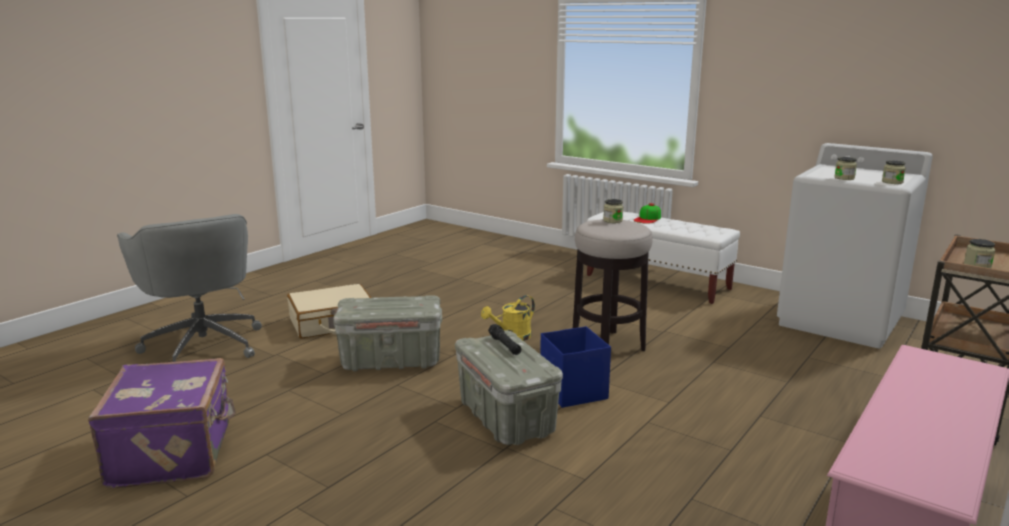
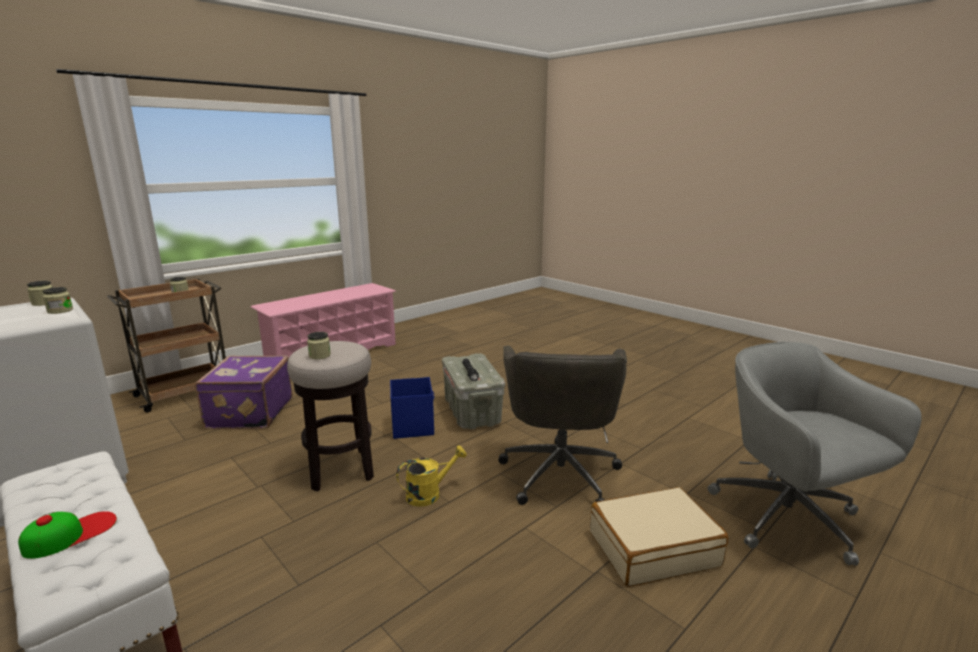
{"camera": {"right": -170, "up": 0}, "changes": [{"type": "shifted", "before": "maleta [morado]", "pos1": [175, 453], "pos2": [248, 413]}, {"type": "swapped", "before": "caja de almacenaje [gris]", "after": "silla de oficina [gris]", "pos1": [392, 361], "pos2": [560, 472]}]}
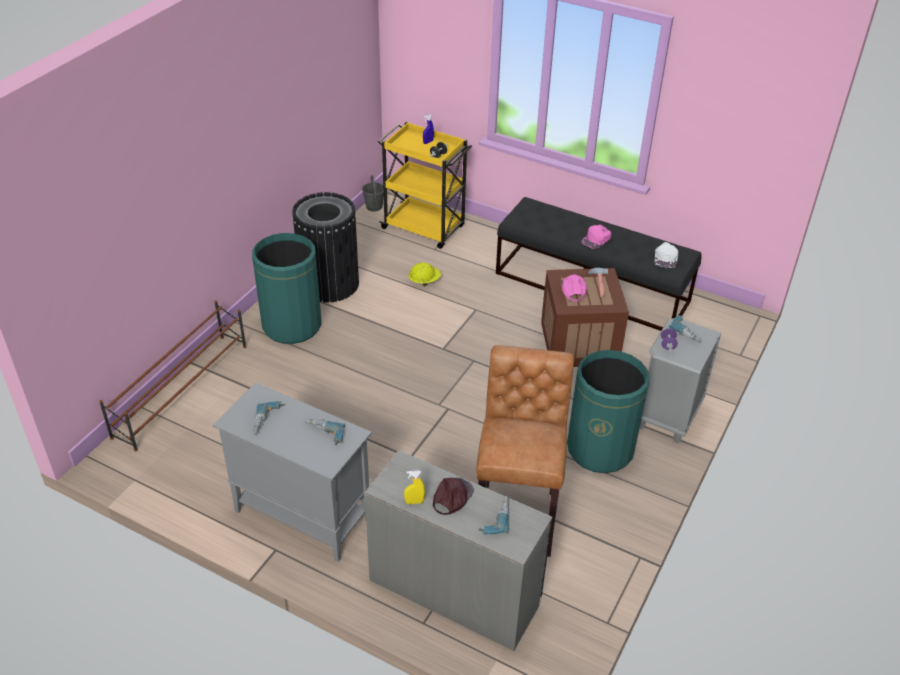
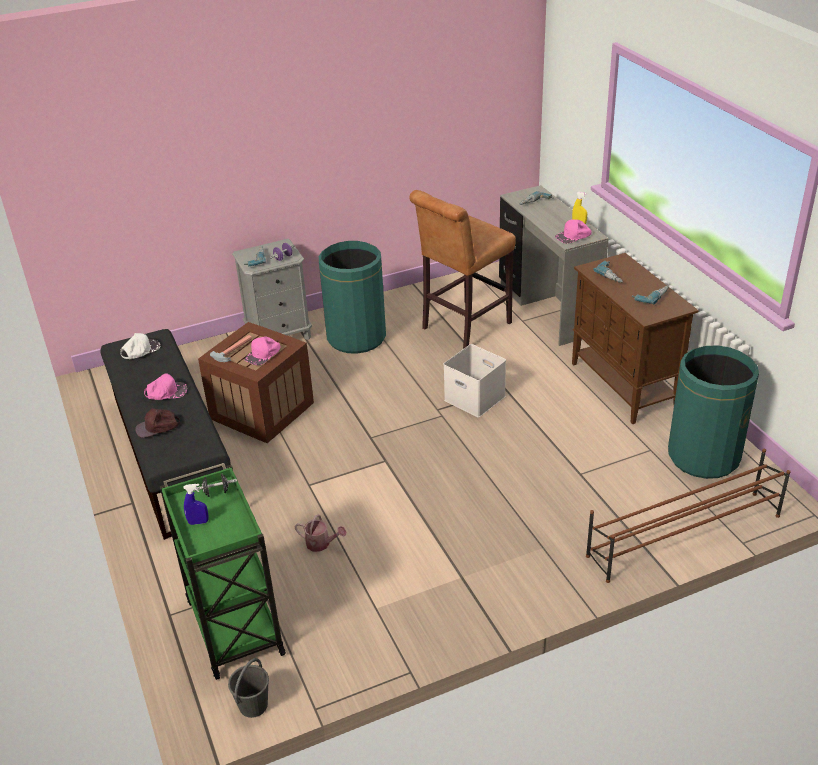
{"camera": {"right": -140, "up": -5}, "changes": [{"type": "gone", "before": "papelera [negro]", "pos1": [329, 283]}, {"type": "new", "after": "caja de almacenaje [blanco]", "pos2": [476, 398]}, {"type": "new", "after": "gorra [rosa]", "pos2": [573, 236]}, {"type": "shifted", "before": "papelera [verde]", "pos1": [292, 325], "pos2": [703, 456]}, {"type": "shifted", "before": "gorra [marrón]", "pos1": [452, 497], "pos2": [158, 427]}, {"type": "swapped", "before": "casco [amarillo]", "after": "regadera", "pos1": [424, 281], "pos2": [321, 544]}, {"type": "repainted", "before": "armario [gris]", "after": "armario [marrón]", "pos1": [301, 515], "pos2": [624, 386]}, {"type": "repainted", "before": "carrito [amarillo]", "after": "carrito [verde]", "pos1": [424, 228], "pos2": [234, 624]}]}
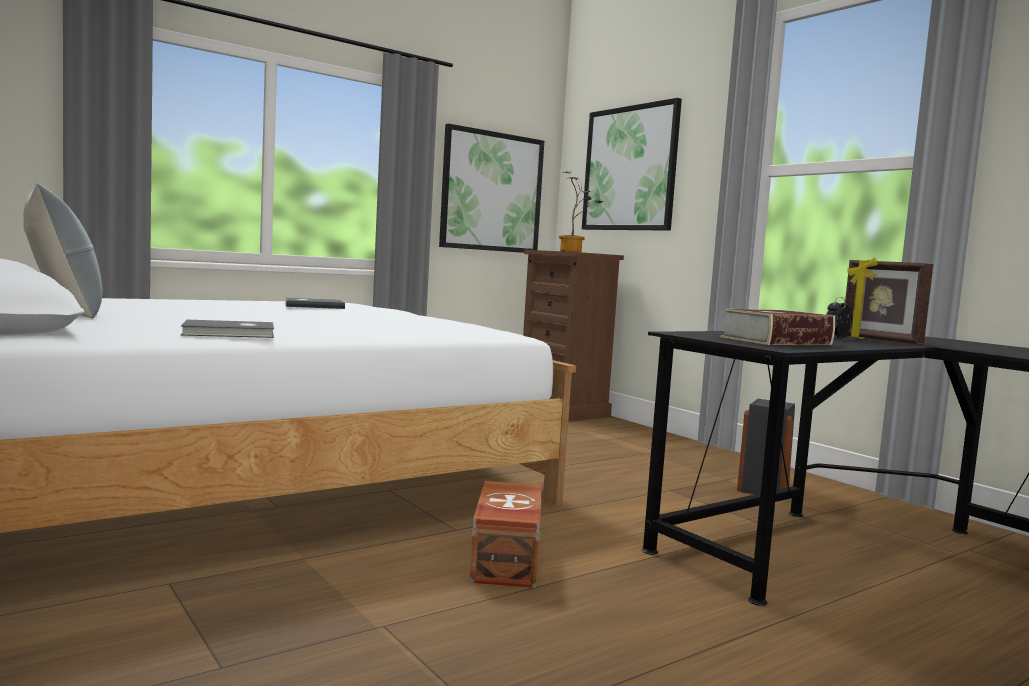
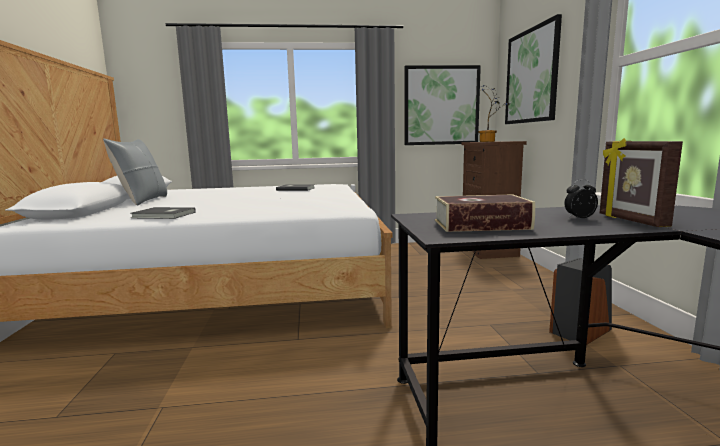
{"camera": {"right": 30, "up": 5}, "changes": [{"type": "gone", "before": "caja de almacenaje [marrón]", "pos1": [504, 560]}]}
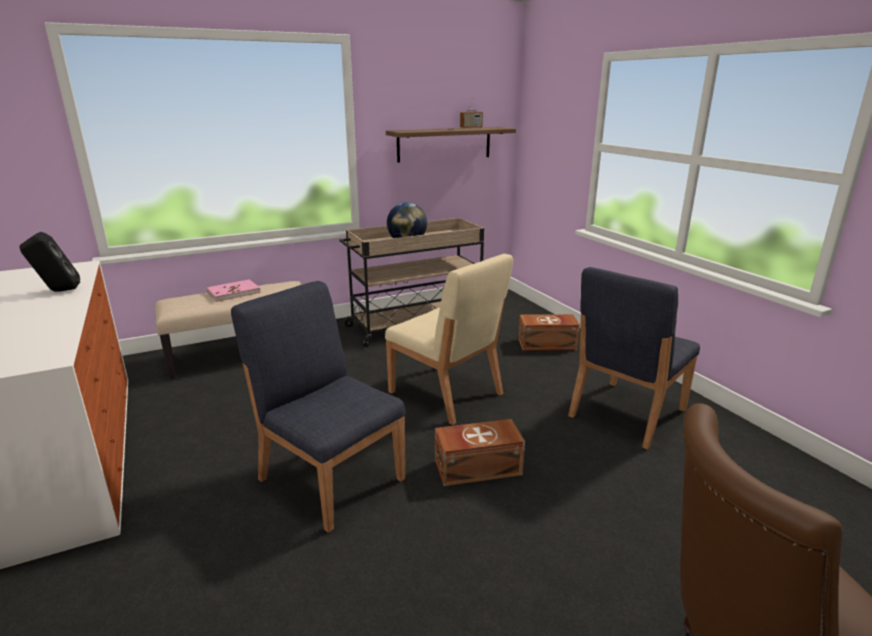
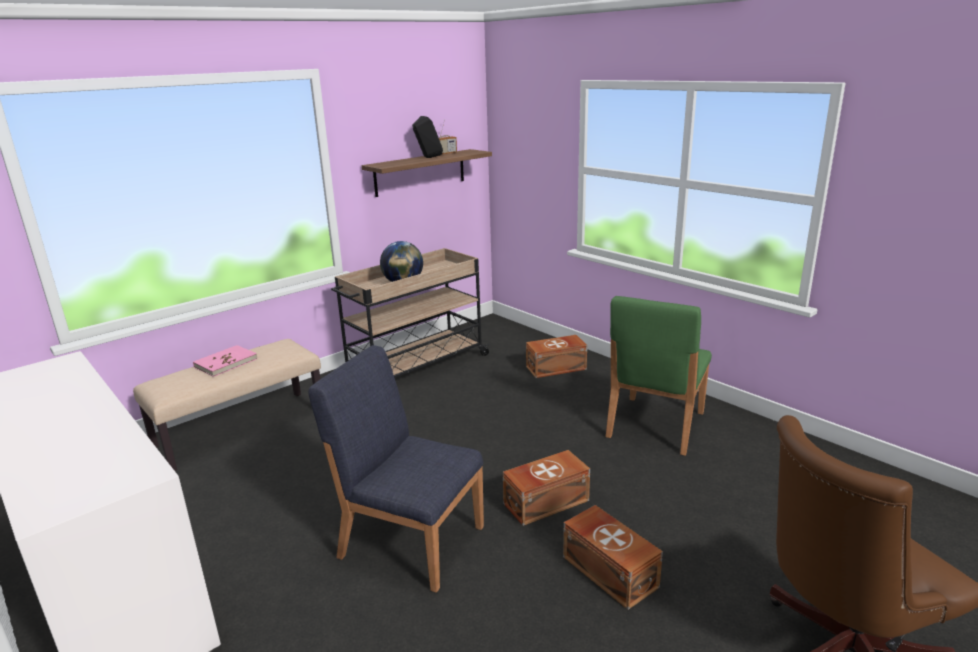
{"camera": {"right": -15, "up": 0}, "changes": [{"type": "gone", "before": "silla [beis]", "pos1": [446, 394]}, {"type": "new", "after": "caja de almacenaje [marrón]", "pos2": [609, 570]}, {"type": "shifted", "before": "altavoz [negro]", "pos1": [57, 291], "pos2": [428, 158]}, {"type": "repainted", "before": "silla [azul]", "after": "silla [verde]", "pos1": [626, 413], "pos2": [654, 425]}]}
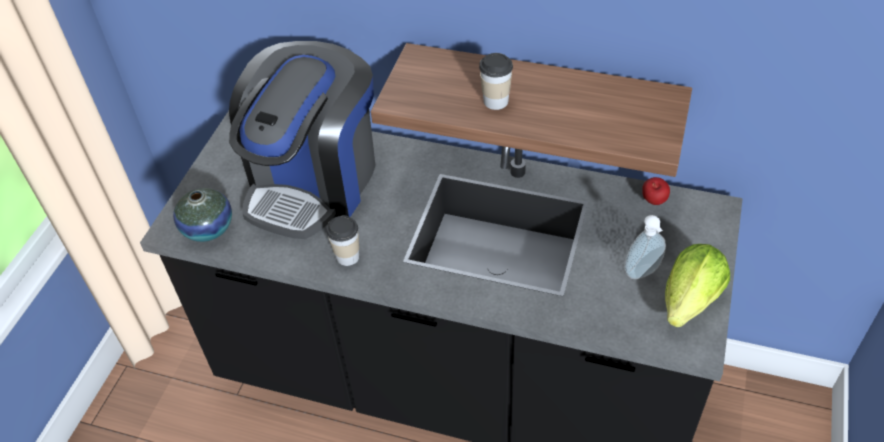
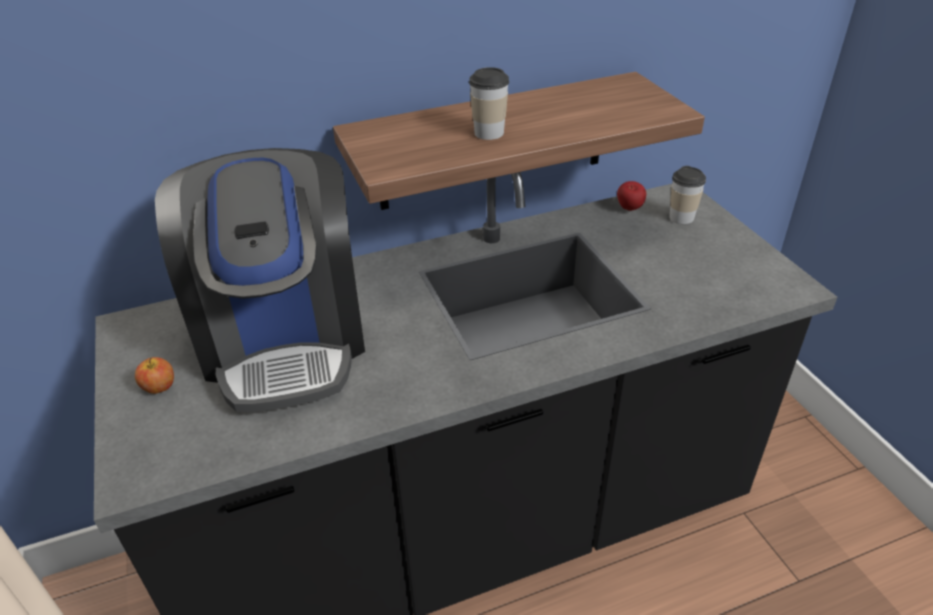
{"camera": {"right": -40, "up": -10}, "changes": [{"type": "gone", "before": "florero", "pos1": [208, 228]}, {"type": "gone", "before": "dispensador de jabón", "pos1": [642, 274]}, {"type": "gone", "before": "lechuga", "pos1": [690, 300]}, {"type": "new", "after": "manzana", "pos2": [159, 387]}, {"type": "shifted", "before": "taza", "pos1": [347, 256], "pos2": [681, 218]}]}
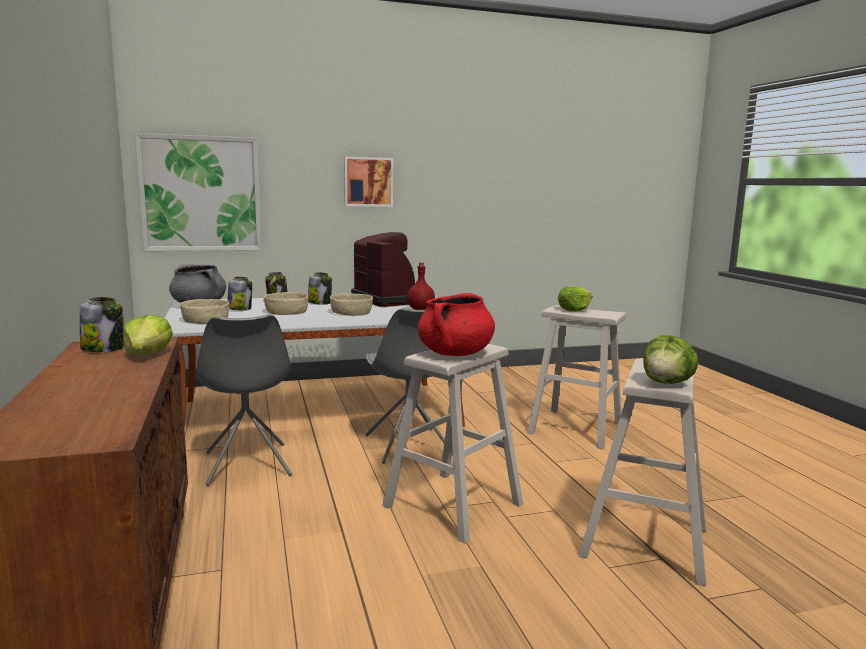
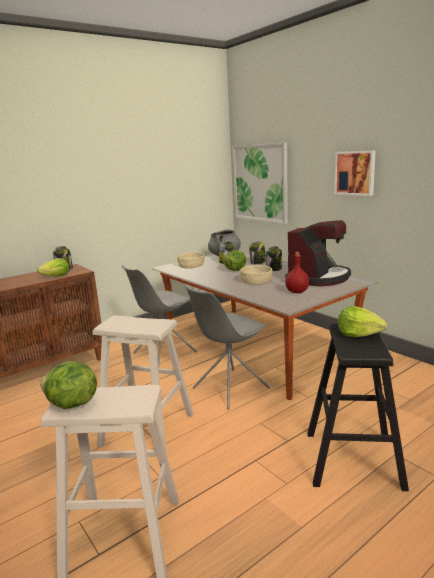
{"camera": {"right": 70, "up": 5}, "changes": [{"type": "gone", "before": "olla [rojo]", "pos1": [455, 353]}, {"type": "swapped", "before": "cuenco [beis]", "after": "lechuga", "pos1": [285, 311], "pos2": [235, 270]}, {"type": "repainted", "before": "taburete [beis]", "after": "taburete [negro]", "pos1": [576, 428], "pos2": [353, 459]}]}
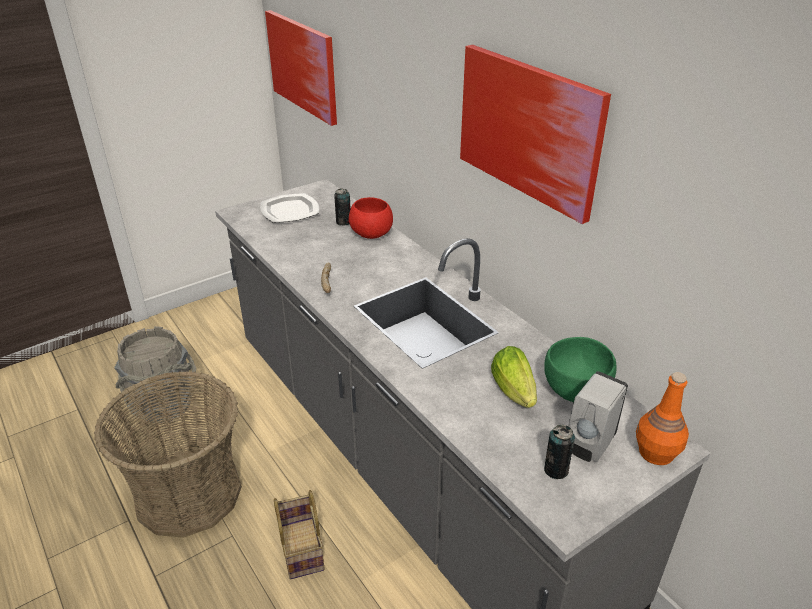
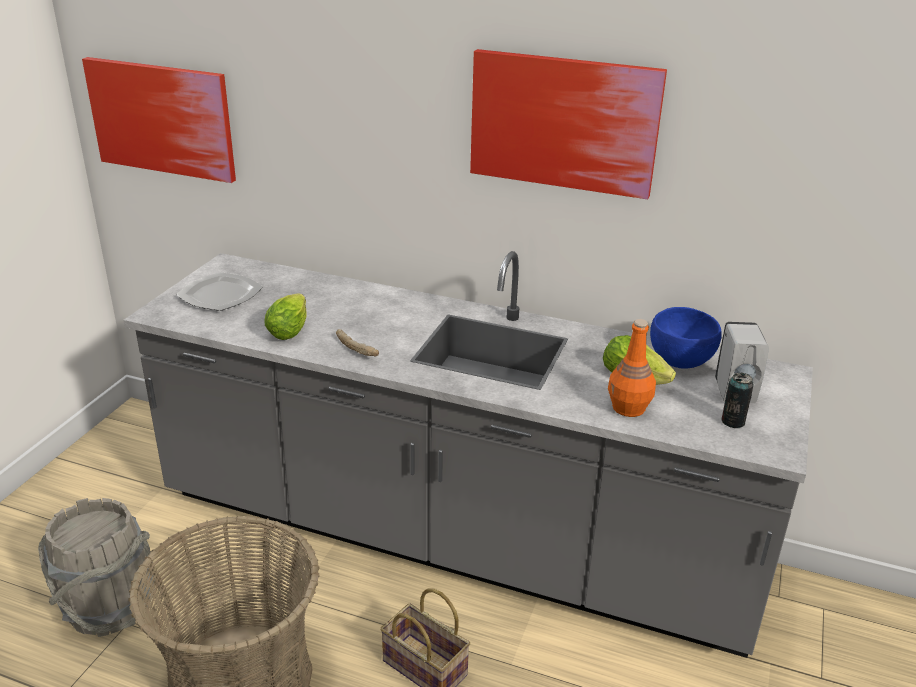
{"camera": {"right": -35, "up": -5}, "changes": [{"type": "gone", "before": "lata", "pos1": [343, 222]}, {"type": "gone", "before": "cuenco [rojo]", "pos1": [371, 235]}, {"type": "new", "after": "lechuga", "pos2": [290, 328]}, {"type": "shifted", "before": "botella [naranja]", "pos1": [656, 453], "pos2": [629, 408]}, {"type": "repainted", "before": "cuenco [verde]", "after": "cuenco [azul]", "pos1": [574, 392], "pos2": [679, 361]}]}
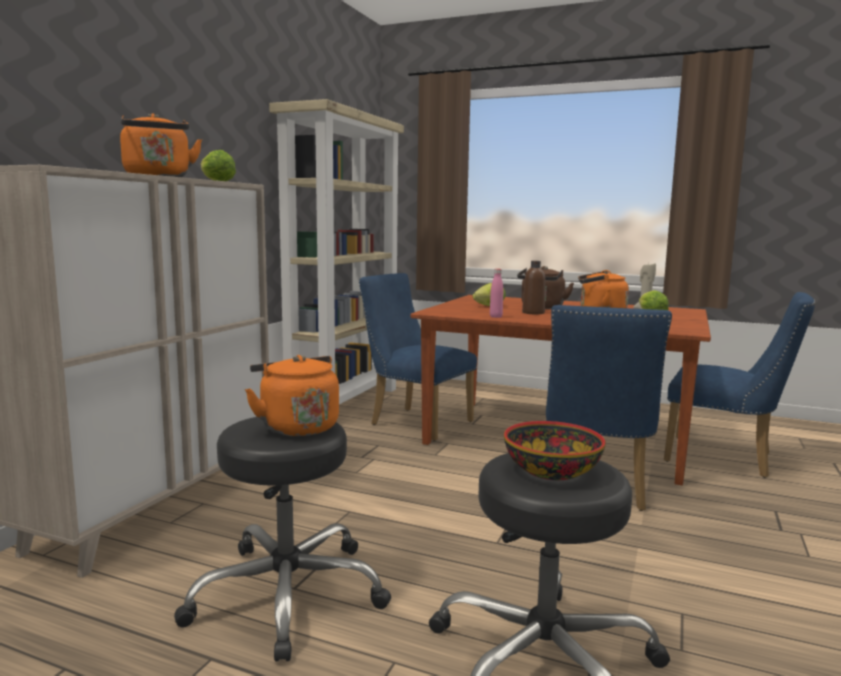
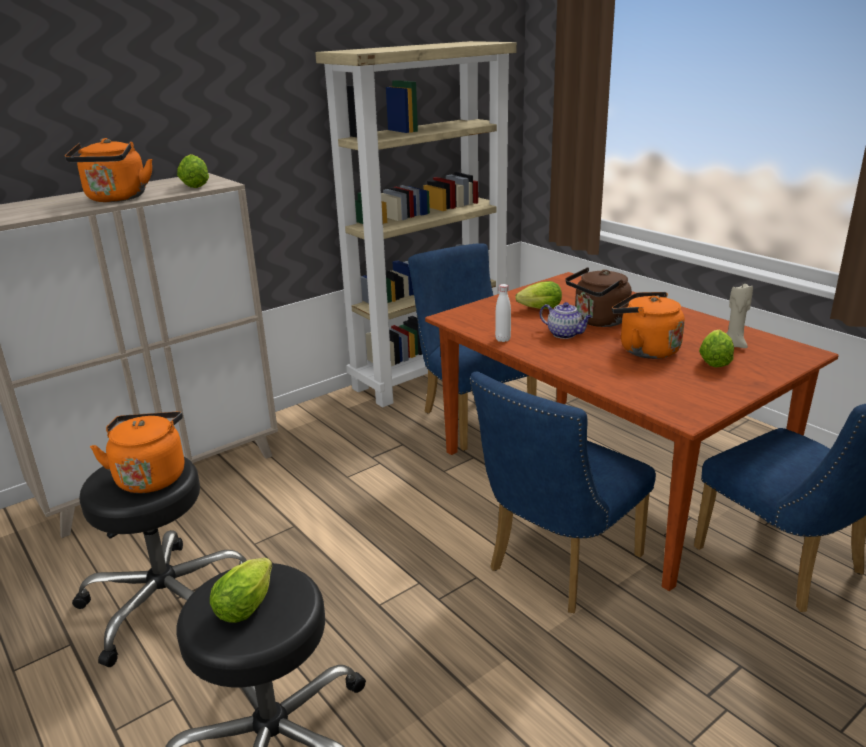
{"camera": {"right": 30, "up": 15}, "changes": [{"type": "swapped", "before": "cuenco", "after": "lechuga", "pos1": [552, 471], "pos2": [248, 604]}, {"type": "swapped", "before": "botella [marrón]", "after": "tetera", "pos1": [533, 313], "pos2": [565, 334]}, {"type": "repainted", "before": "botella [rosa]", "after": "botella [blanco]", "pos1": [496, 317], "pos2": [503, 339]}]}
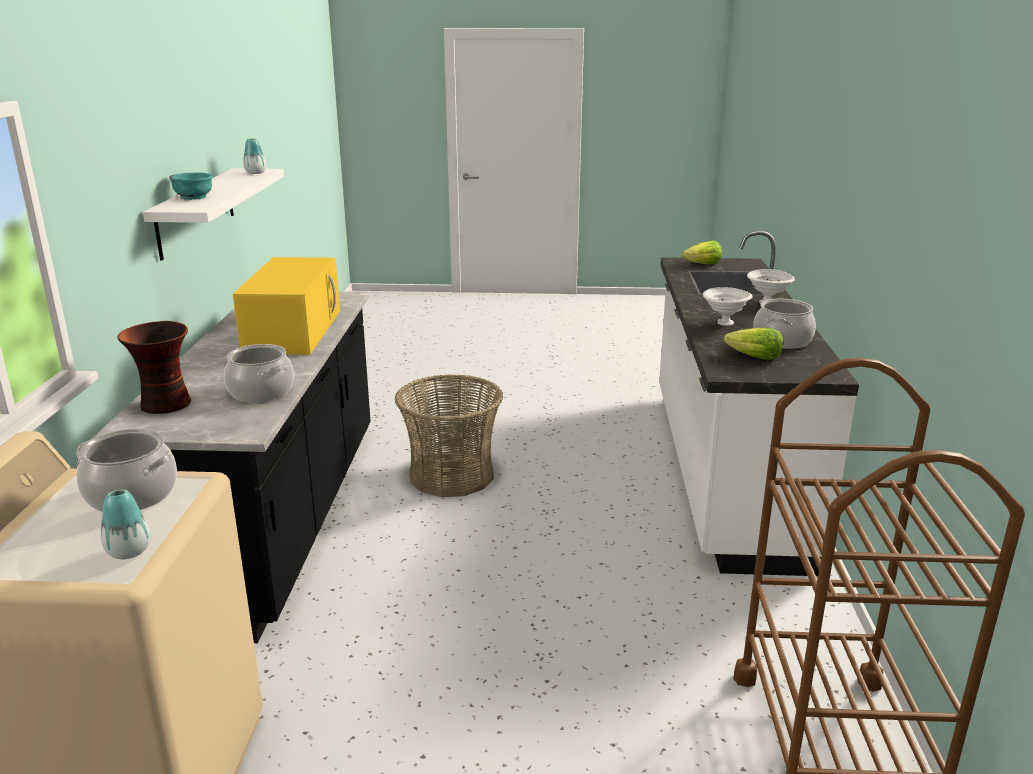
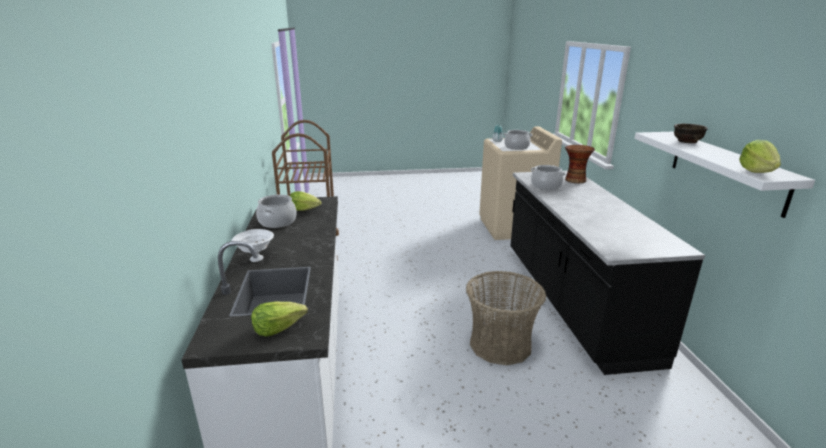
{"camera": {"right": 170, "up": 0}, "changes": [{"type": "gone", "before": "microondas [amarillo]", "pos1": [293, 330]}, {"type": "gone", "before": "cuenco [blanco]", "pos1": [724, 323]}, {"type": "swapped", "before": "florero", "after": "lechuga", "pos1": [255, 173], "pos2": [756, 171]}, {"type": "repainted", "before": "cuenco [turquesa]", "after": "cuenco [marrón]", "pos1": [193, 197], "pos2": [687, 141]}]}
